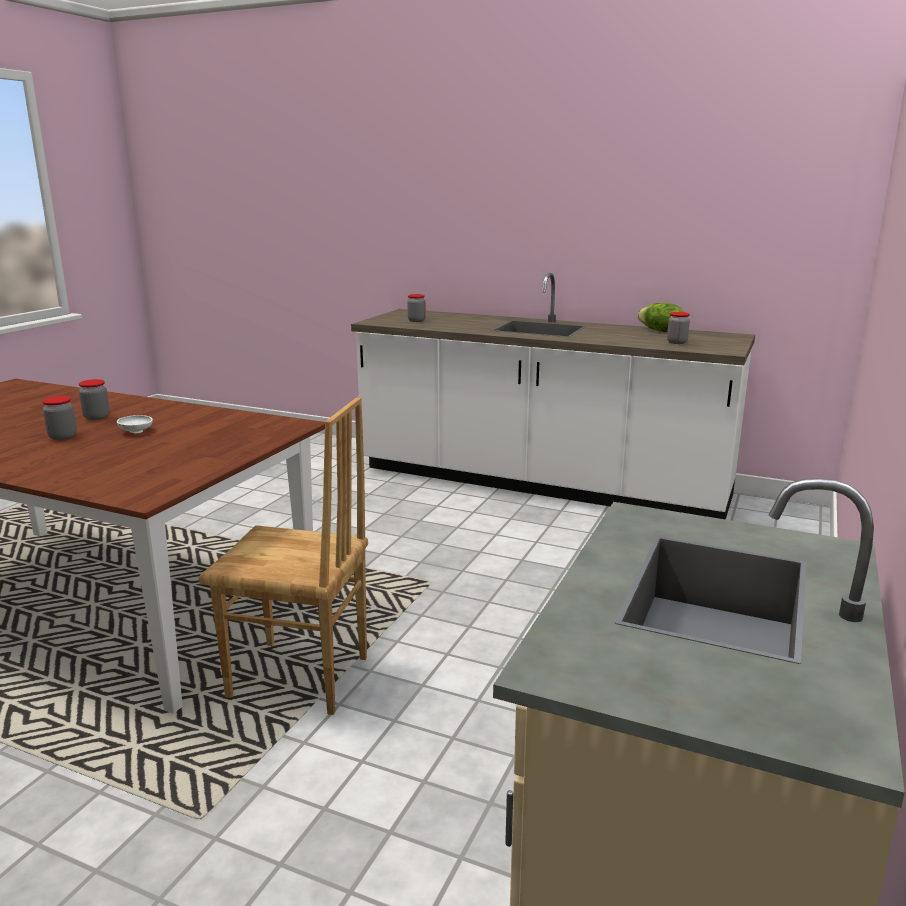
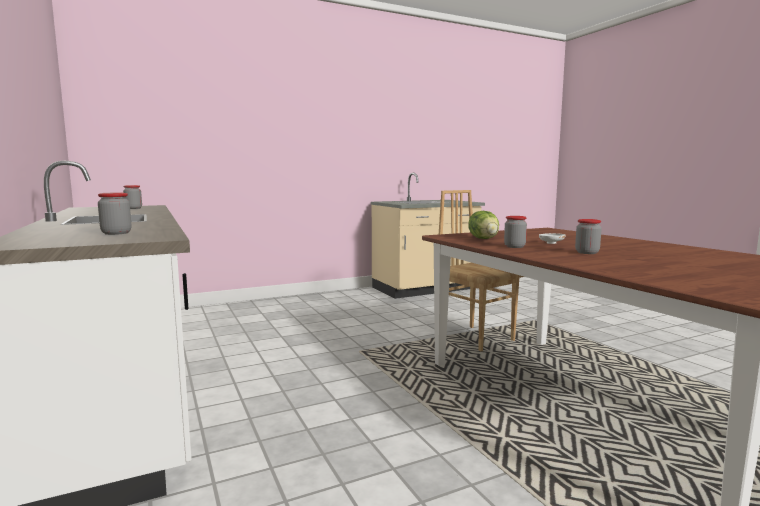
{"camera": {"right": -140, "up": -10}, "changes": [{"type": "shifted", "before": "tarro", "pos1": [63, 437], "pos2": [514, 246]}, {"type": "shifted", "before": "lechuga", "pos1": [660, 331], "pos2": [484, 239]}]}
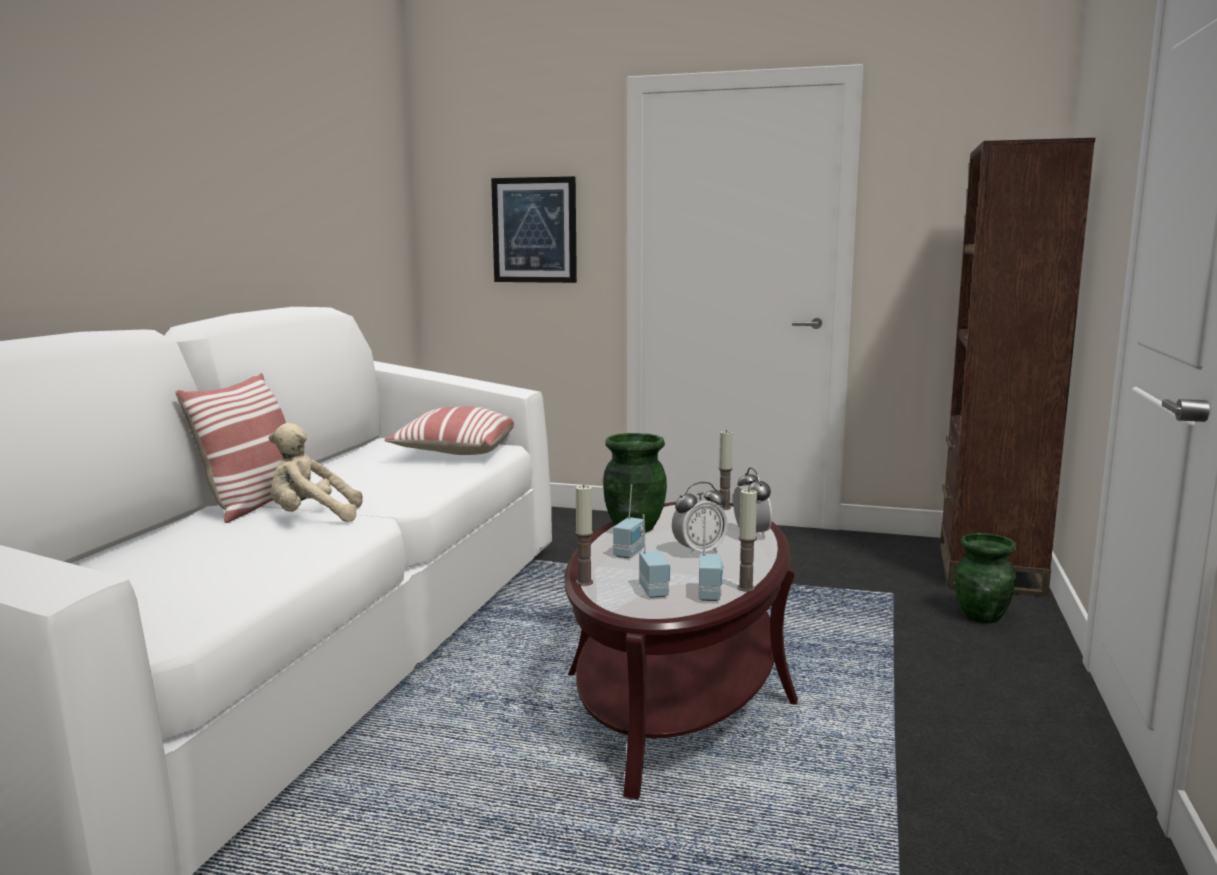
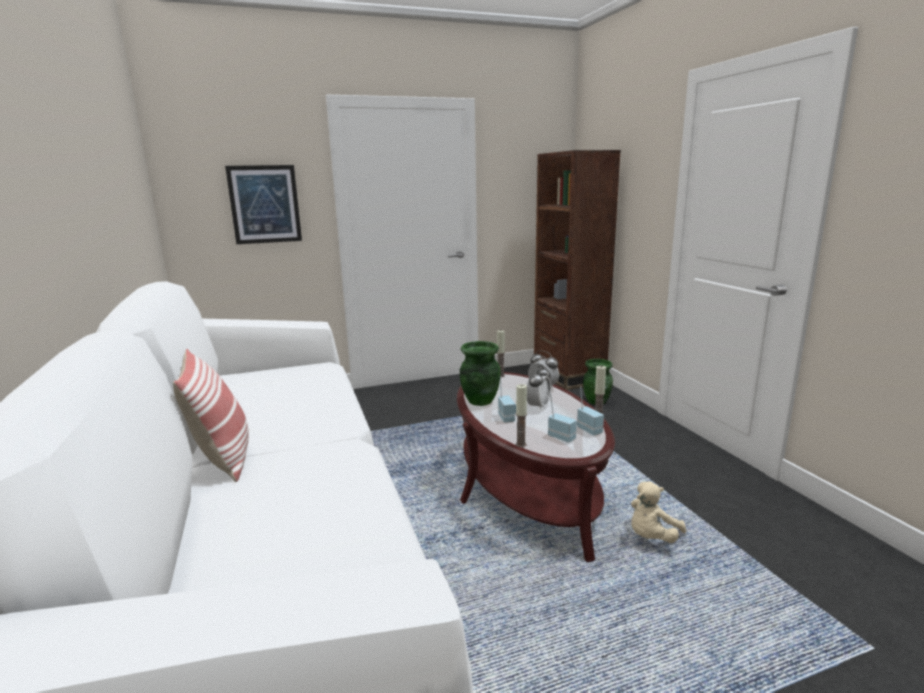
{"camera": {"right": -35, "up": 5}, "changes": [{"type": "gone", "before": "cojín", "pos1": [454, 452]}, {"type": "shifted", "before": "peluche [beis]", "pos1": [312, 517], "pos2": [651, 537]}]}
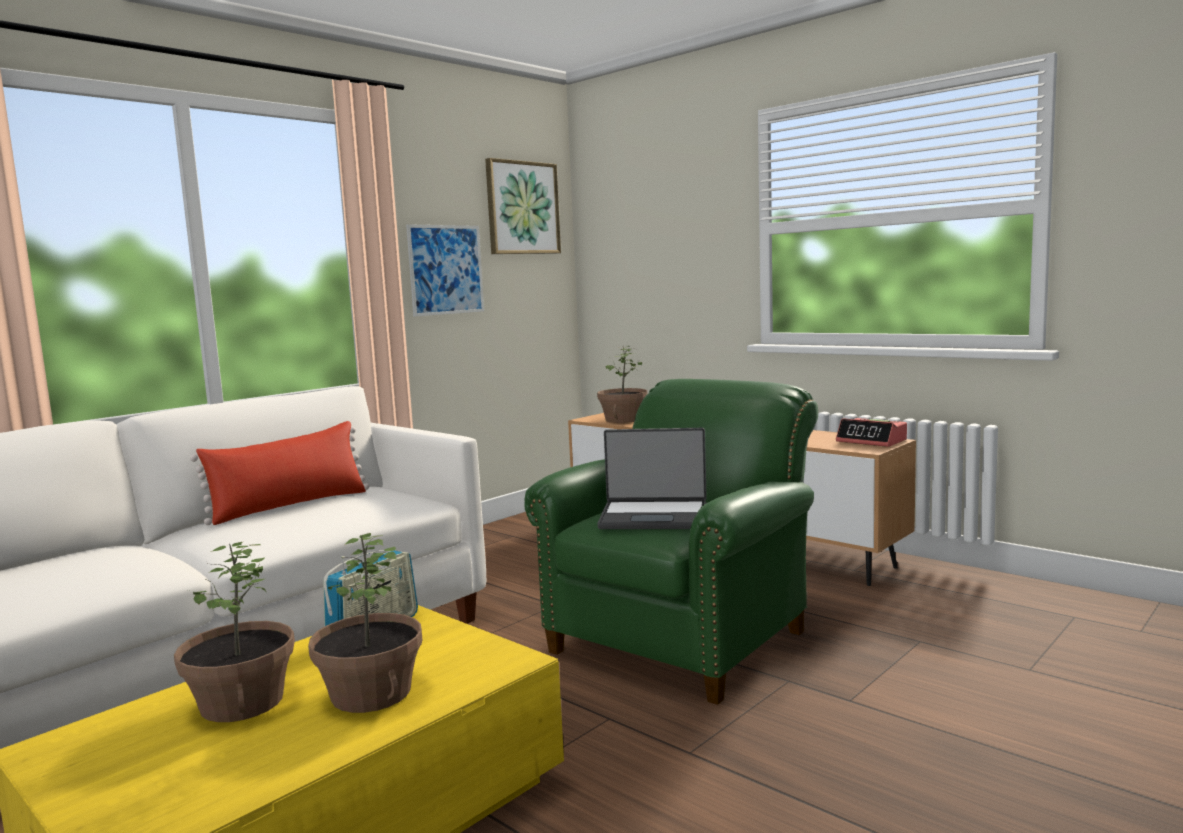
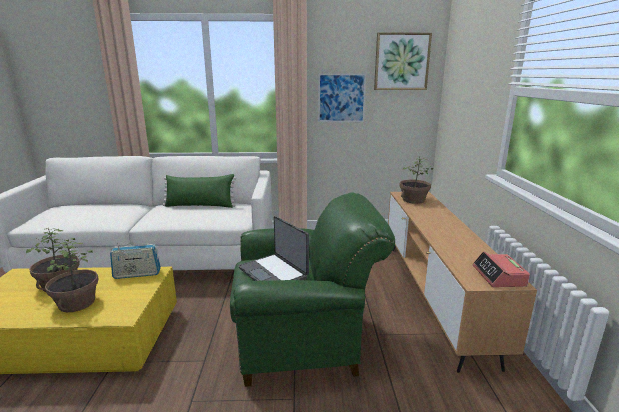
{"camera": {"right": 45, "up": 10}, "changes": [{"type": "repainted", "before": "cojín [rojo]", "after": "cojín [verde]", "pos1": [290, 506], "pos2": [200, 205]}]}
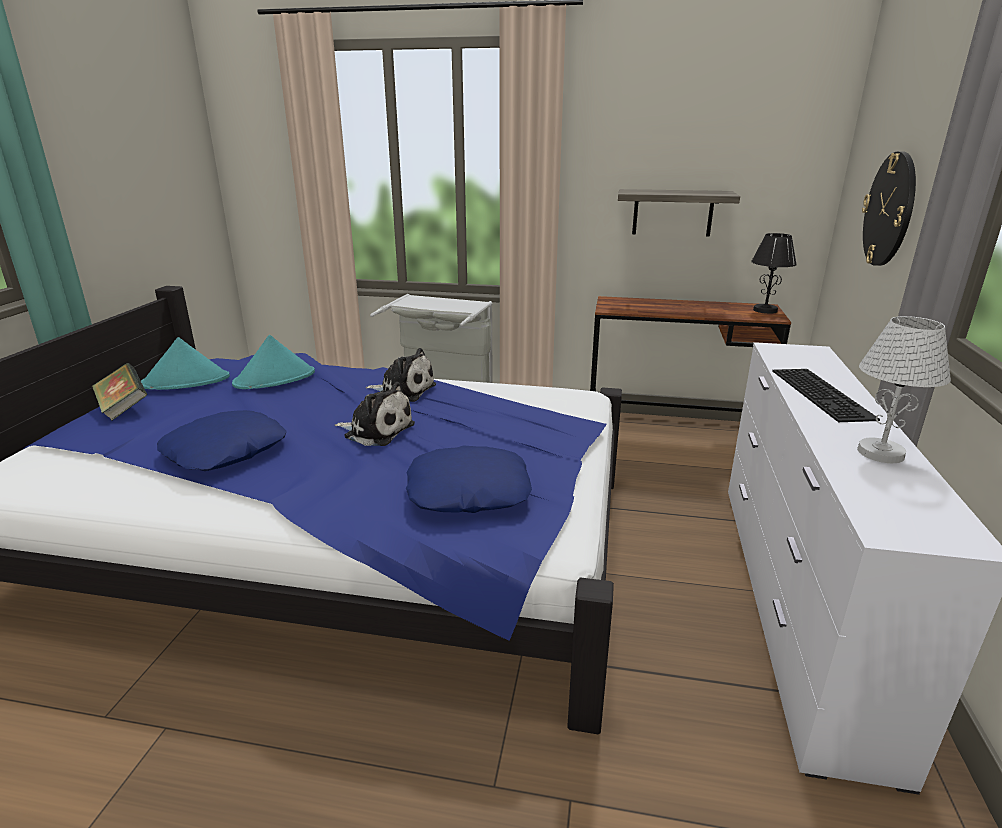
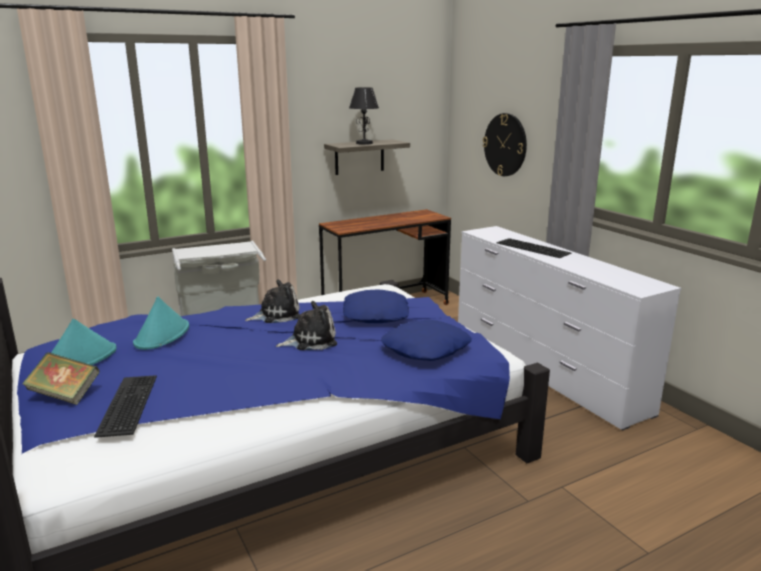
{"camera": {"right": -40, "up": -5}, "changes": [{"type": "gone", "before": "lámpara de mesa [blanco]", "pos1": [879, 453]}, {"type": "new", "after": "teclado", "pos2": [126, 404]}, {"type": "shifted", "before": "cojín [azul]", "pos1": [226, 451], "pos2": [376, 314]}, {"type": "shifted", "before": "lámpara de mesa [negro]", "pos1": [765, 310], "pos2": [364, 143]}]}
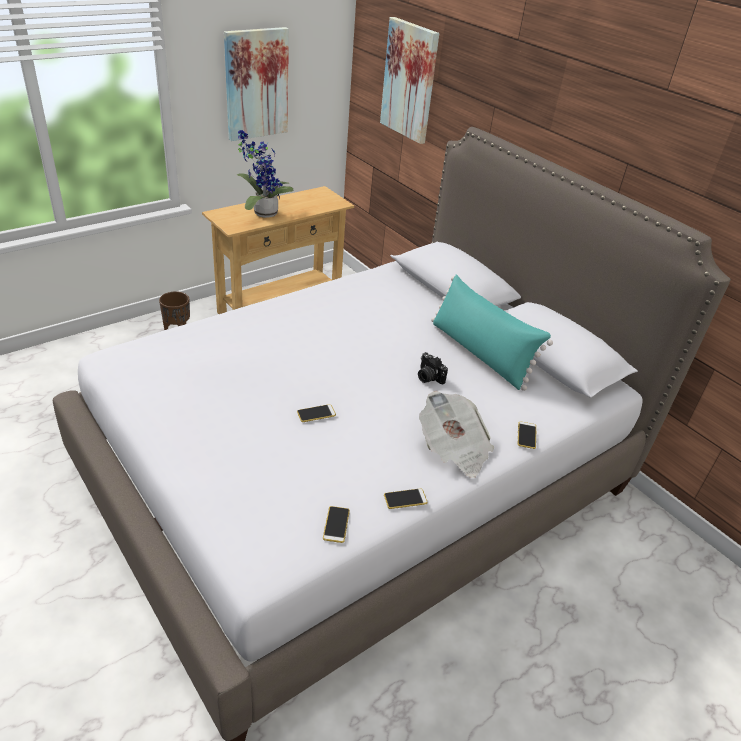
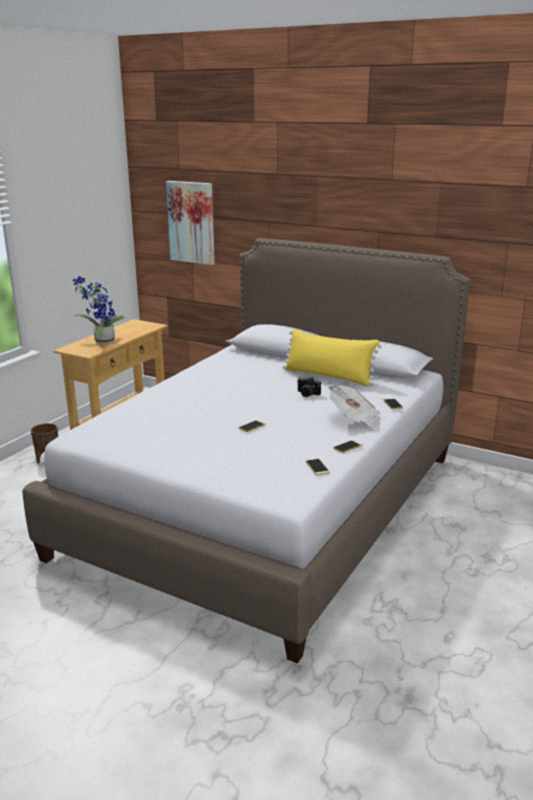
{"camera": {"right": -20, "up": -15}, "changes": [{"type": "gone", "before": "cuadro", "pos1": [256, 84]}, {"type": "repainted", "before": "cojín [turquesa]", "after": "cojín [amarillo]", "pos1": [479, 353], "pos2": [329, 376]}]}
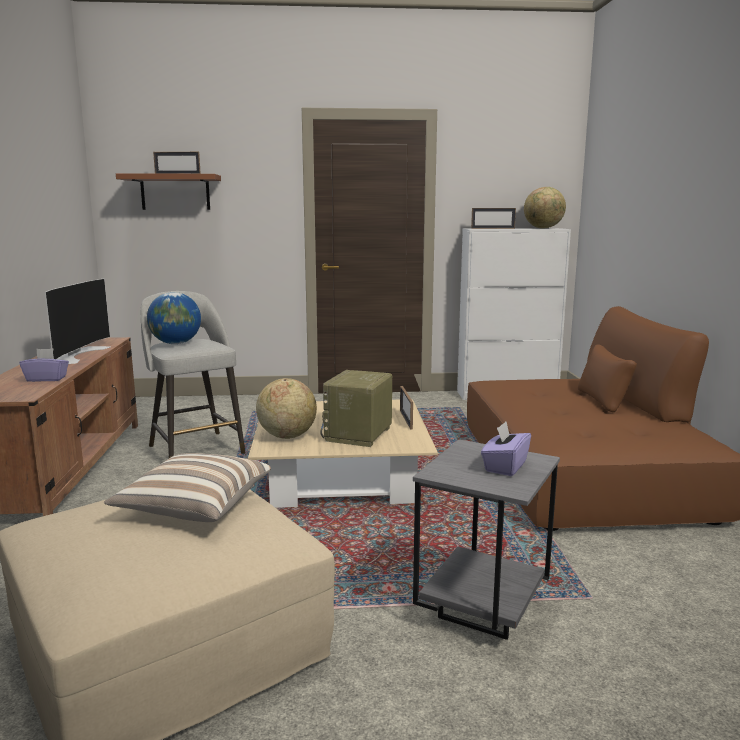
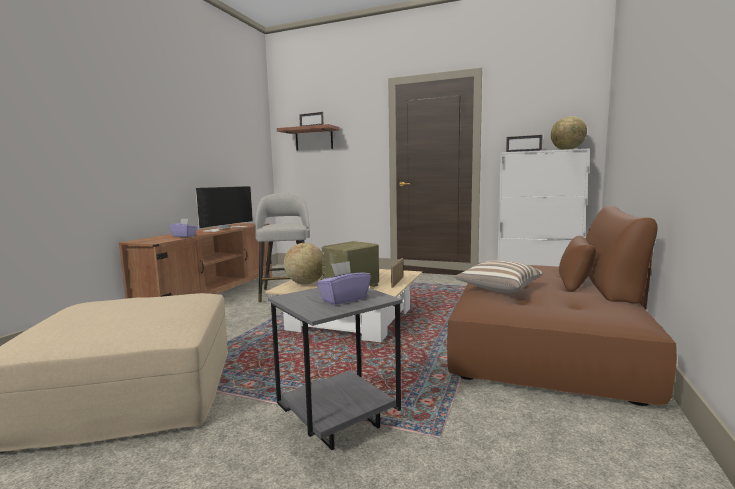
{"camera": {"right": 25, "up": -5}, "changes": [{"type": "gone", "before": "globo terráqueo", "pos1": [176, 343]}, {"type": "shifted", "before": "cojín", "pos1": [193, 507], "pos2": [498, 288]}]}
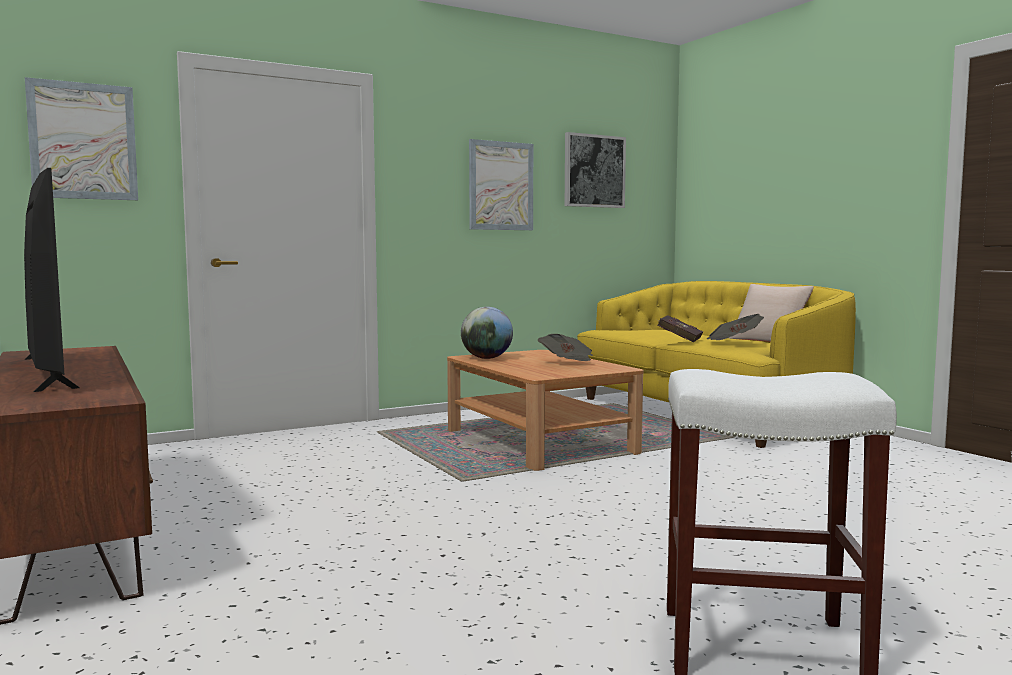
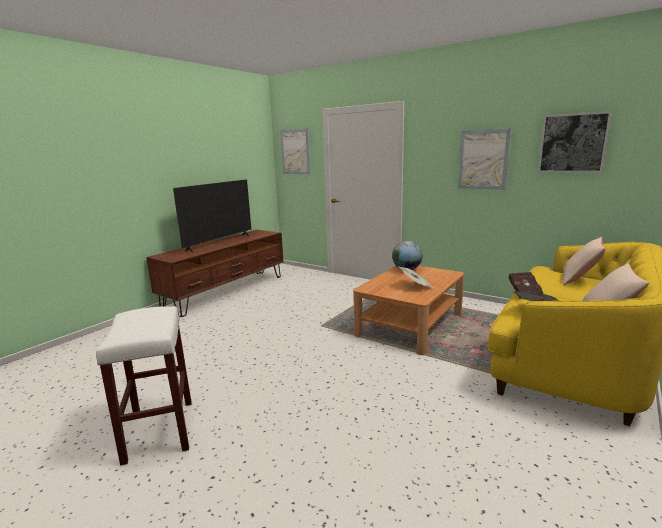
{"camera": {"right": 65, "up": 10}, "changes": [{"type": "new", "after": "cojín [beis]", "pos2": [579, 280]}]}
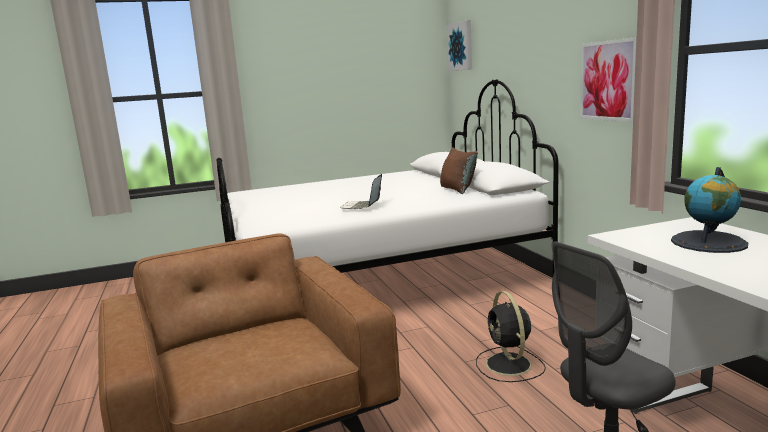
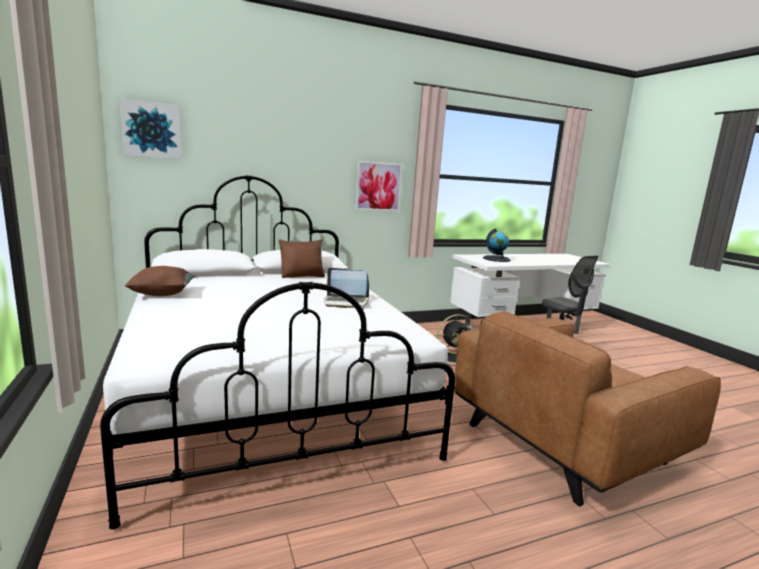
{"camera": {"right": -95, "up": 0}, "changes": [{"type": "new", "after": "cojín [marrón]", "pos2": [162, 294]}]}
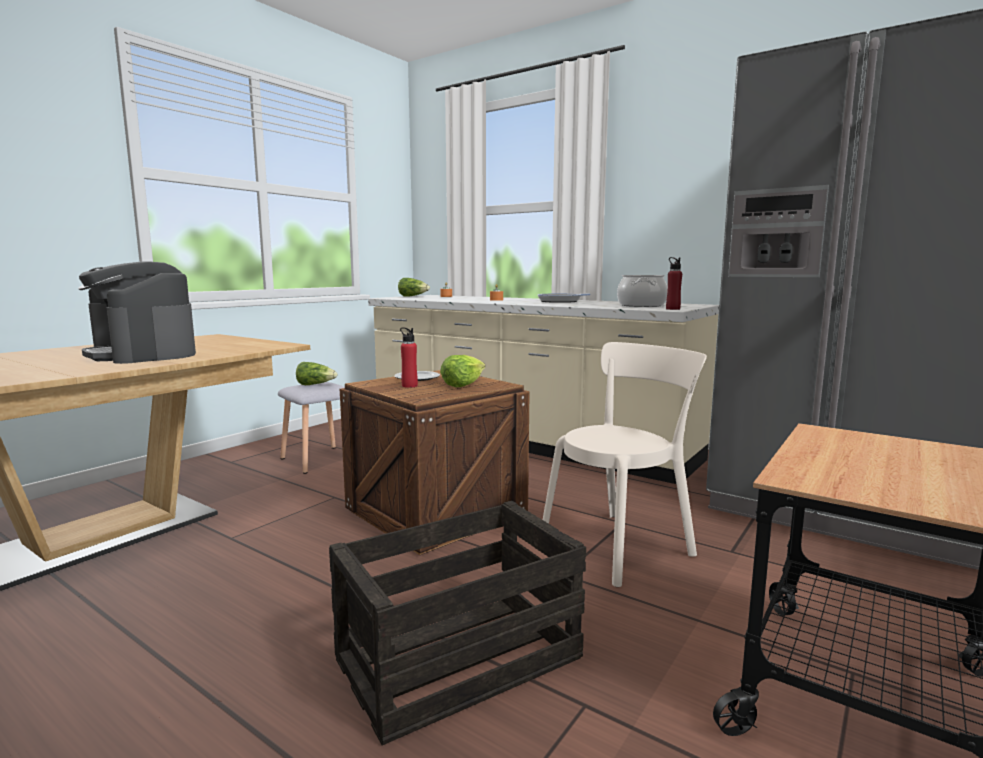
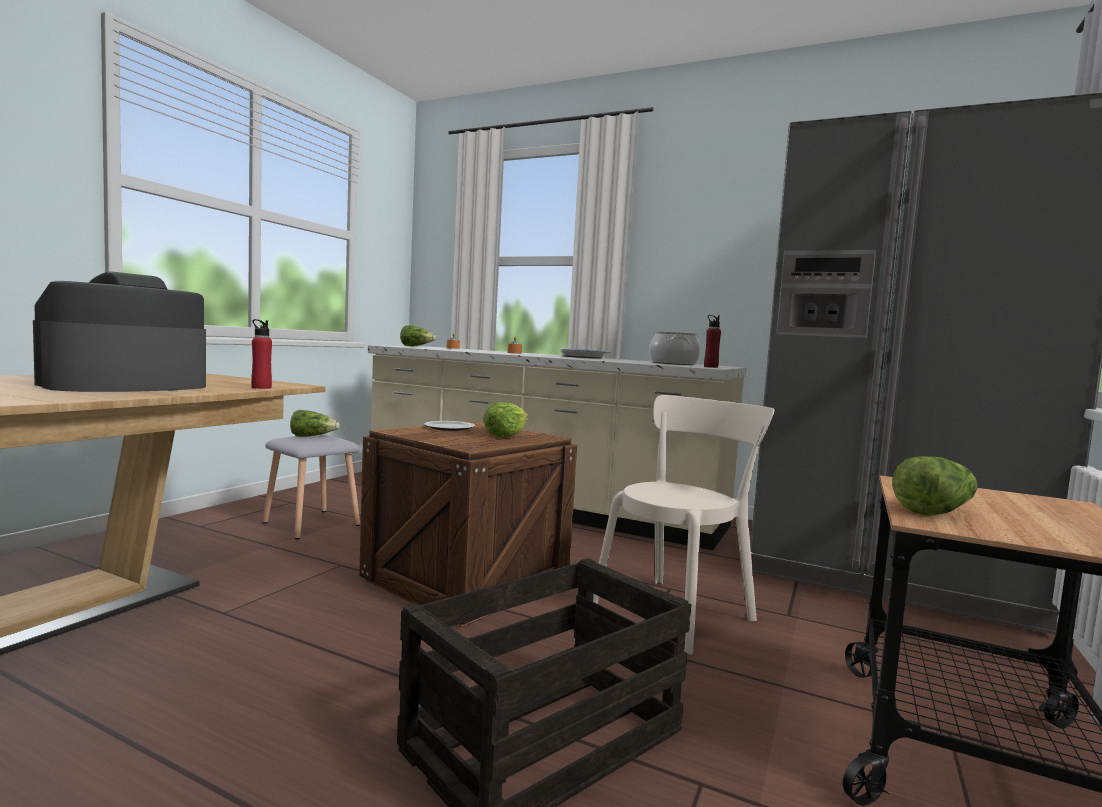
{"camera": {"right": -10, "up": -5}, "changes": [{"type": "new", "after": "lechuga", "pos2": [934, 511]}, {"type": "shifted", "before": "botella [rojo]", "pos1": [409, 386], "pos2": [261, 387]}, {"type": "rotated", "before": "cafetera", "pos1": [143, 354], "pos2": [125, 386], "turn": 90}]}
